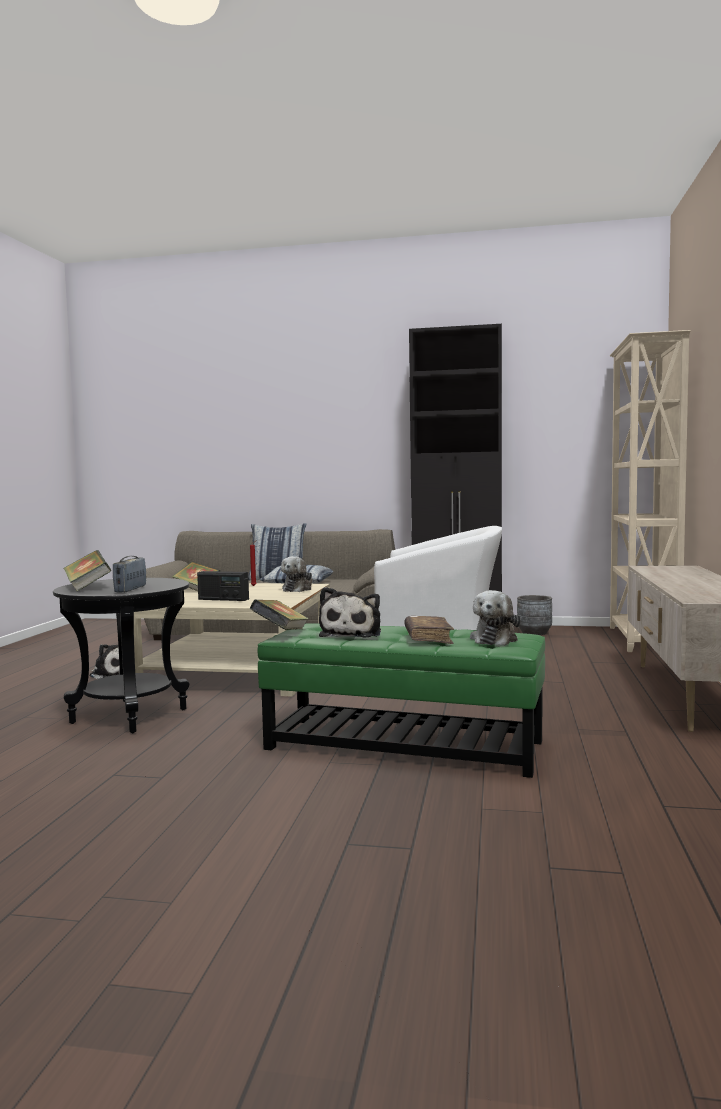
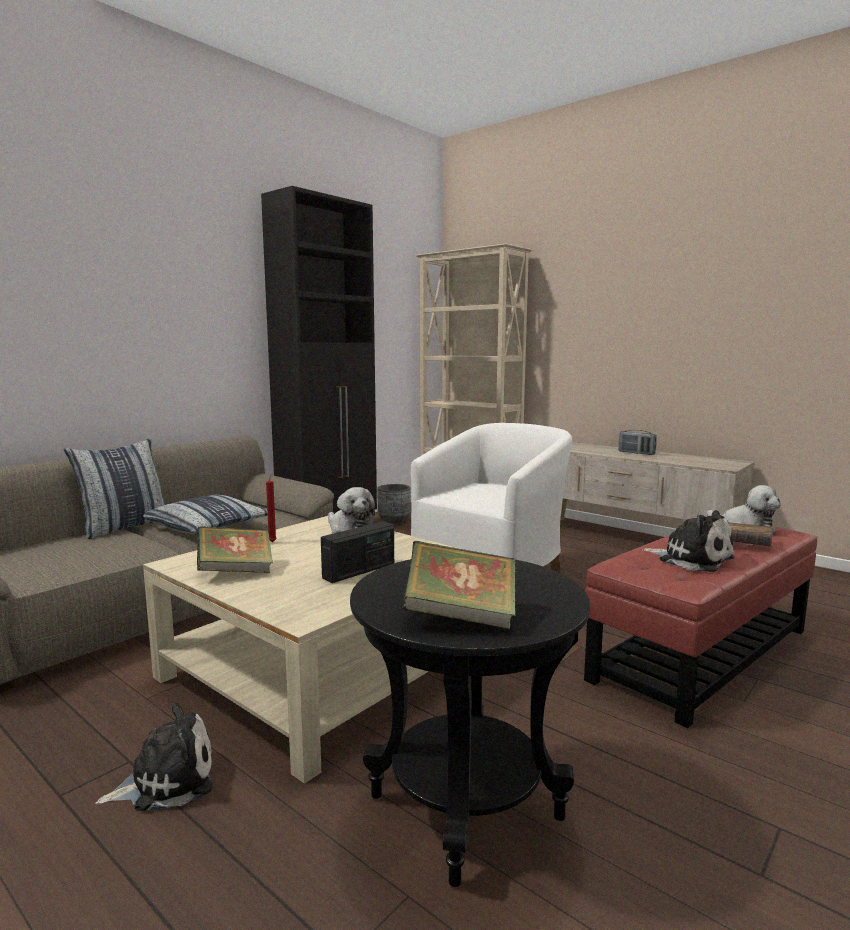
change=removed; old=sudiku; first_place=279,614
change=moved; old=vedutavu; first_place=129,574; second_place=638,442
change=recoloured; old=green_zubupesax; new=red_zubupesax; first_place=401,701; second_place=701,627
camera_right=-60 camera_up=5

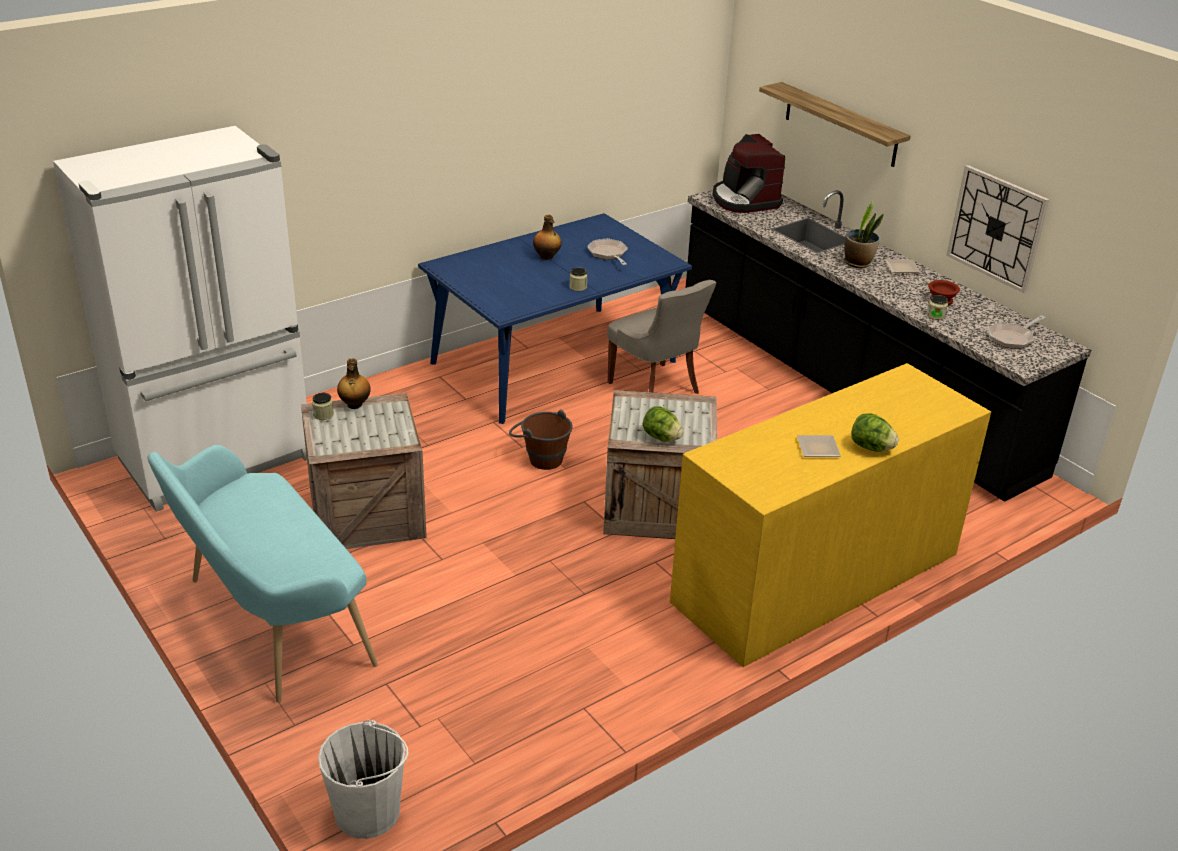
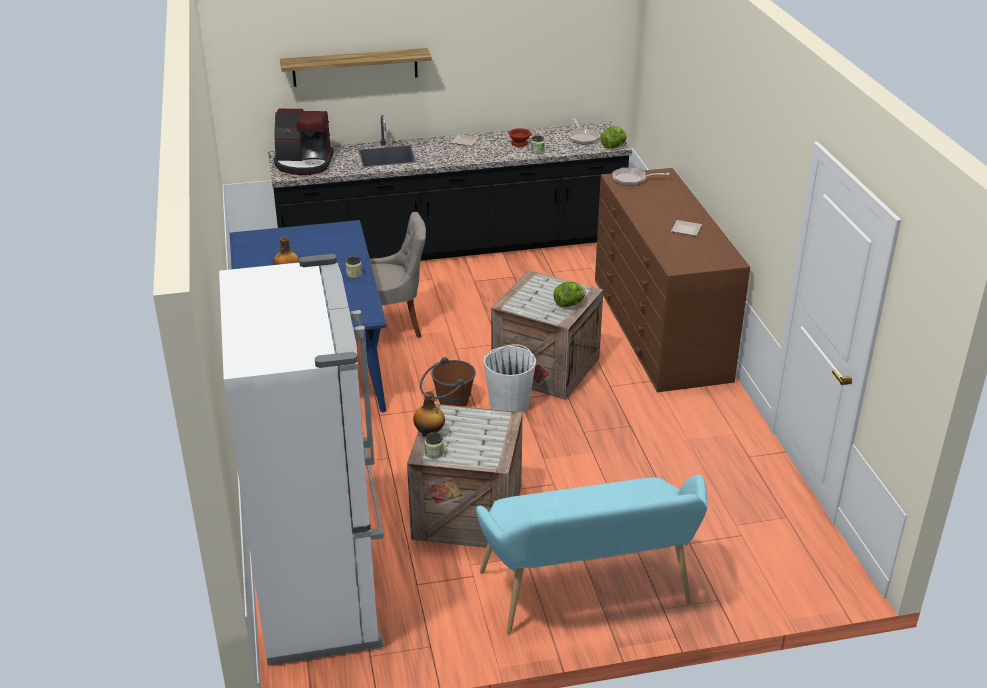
change=removed; old=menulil; first_place=864,234
change=removed; old=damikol; first_place=997,229
change=moved; old=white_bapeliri; first_place=363,779; second_place=510,378
change=moved; old=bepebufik; first_place=607,251; second_place=640,177
change=moved; old=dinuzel; first_place=875,433; second_place=614,137
change=recoloured; old=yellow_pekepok; new=brown_pekepok; first_place=830,515; second_place=672,280
camera_right=-65 camera_up=0

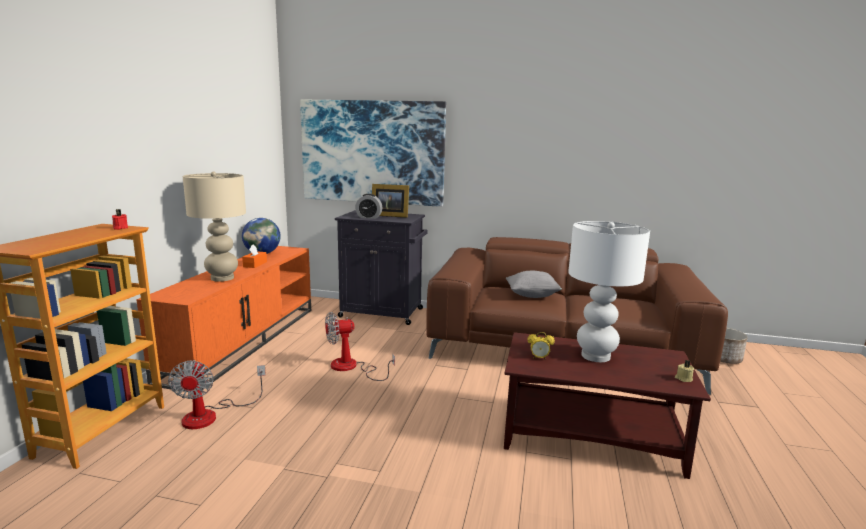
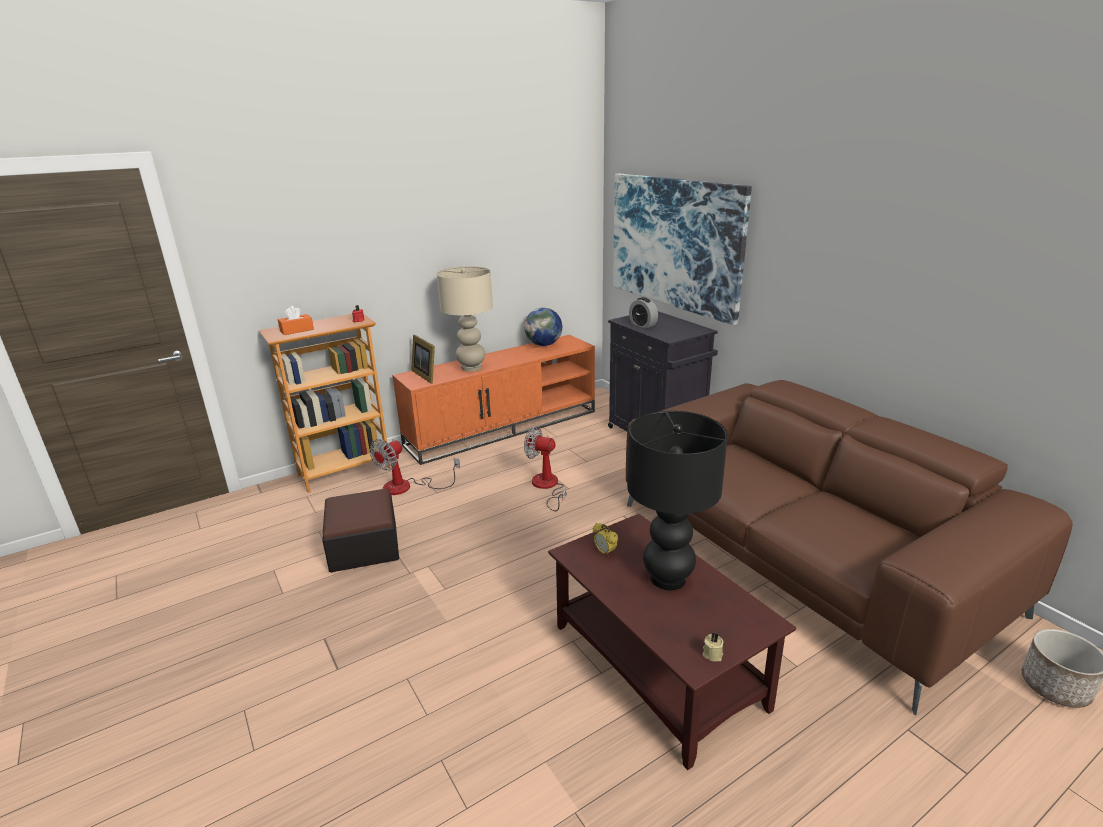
change=removed; old=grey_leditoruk; first_place=534,284
change=added; new=zubupesax; second_place=360,530
change=moved; old=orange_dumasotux; first_place=254,256; second_place=296,320
change=moved; old=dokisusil; first_place=390,201; second_place=423,359
change=recoloured; old=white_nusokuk; new=black_nusokuk; first_place=609,291; second_place=677,500
camera_right=45 camera_up=10

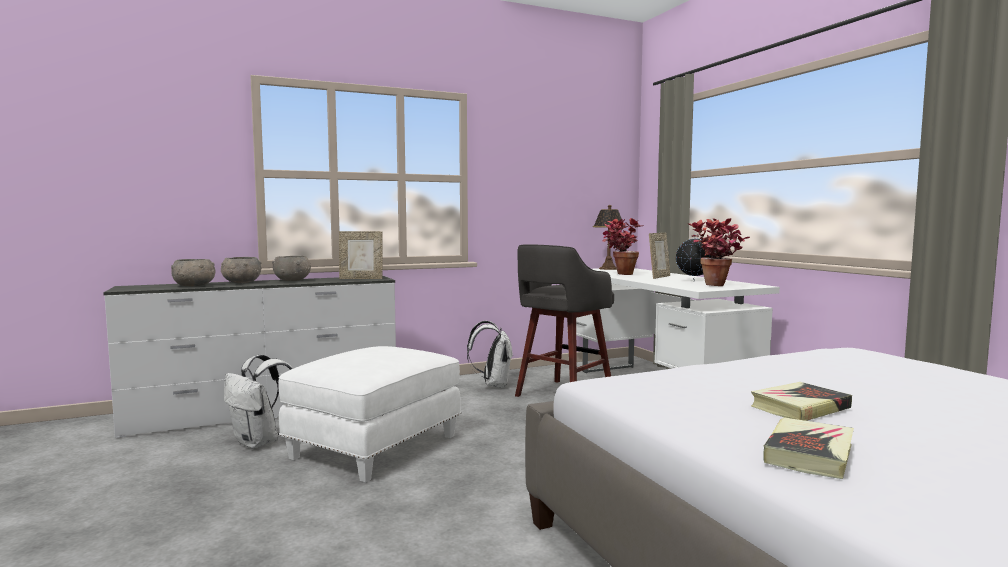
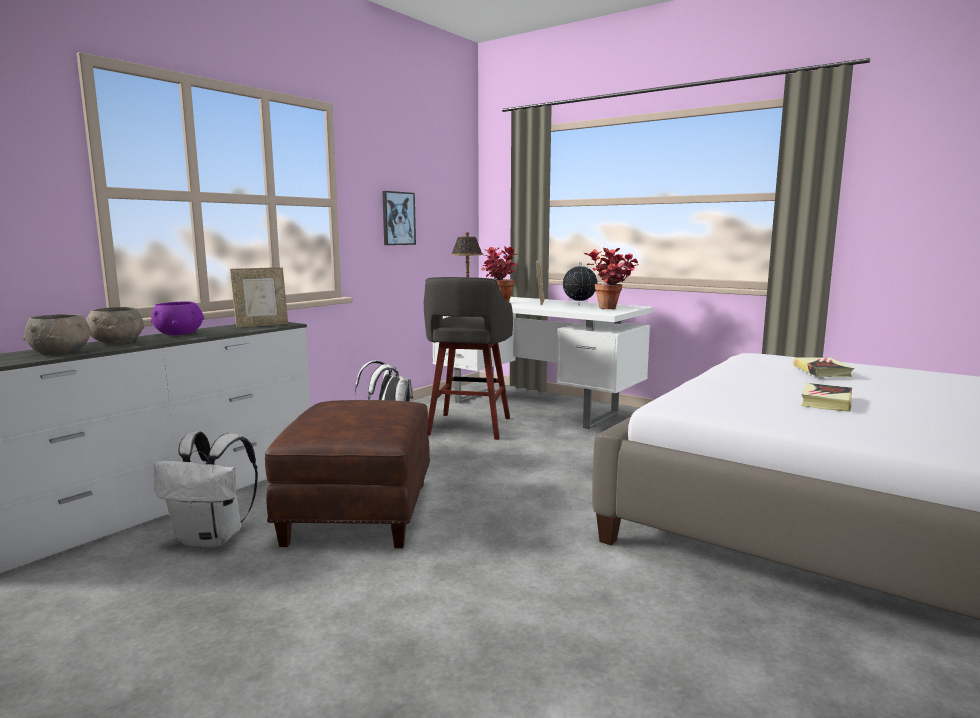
change=added; new=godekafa; second_place=399,218
change=moved; old=sudiku; first_place=808,448; second_place=823,367
change=recoloured; old=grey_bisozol; new=purple_bisozol; first_place=291,268; second_place=177,318
change=recoloured; old=white_zubupesax; new=brown_zubupesax; first_place=369,414; second_place=347,474
camera_right=-30 camera_up=5

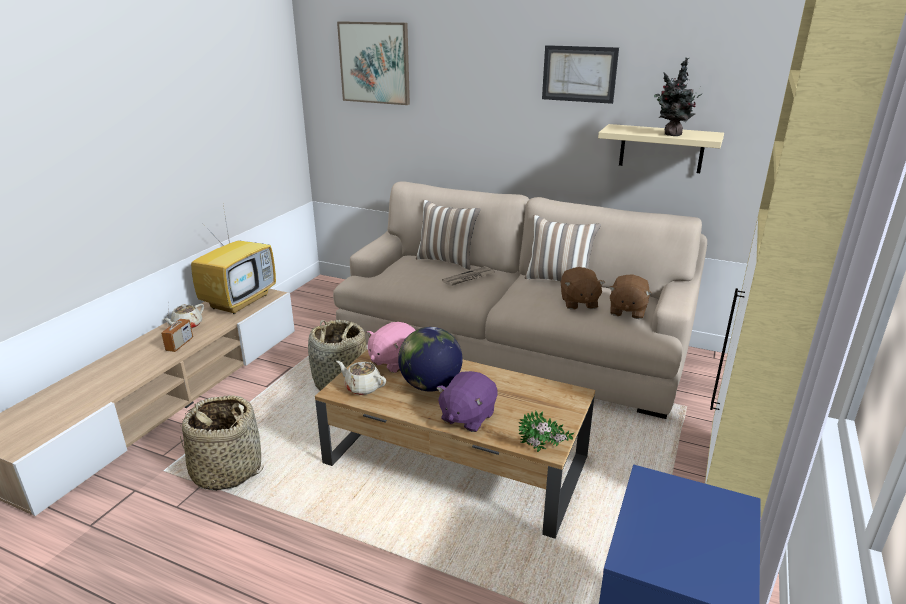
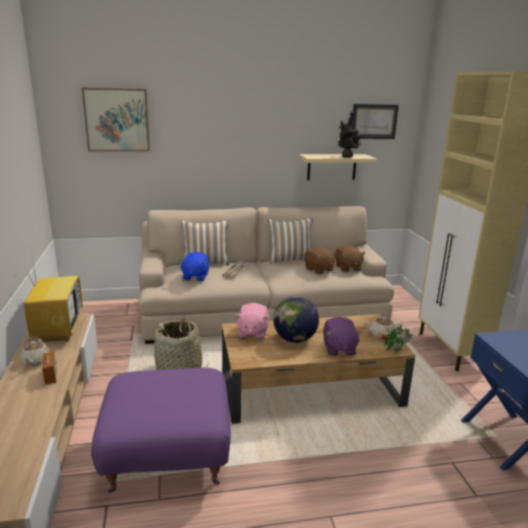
change=added; new=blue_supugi; second_place=194,266
change=moved; old=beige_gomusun; first_place=361,378; second_place=382,328
change=moved; old=godekafa; first_place=580,74; second_place=375,121
change=replaced; old=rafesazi; new=purple_zubupesax; first_place=222,443; second_place=161,430
camera_right=-35 camera_up=-5

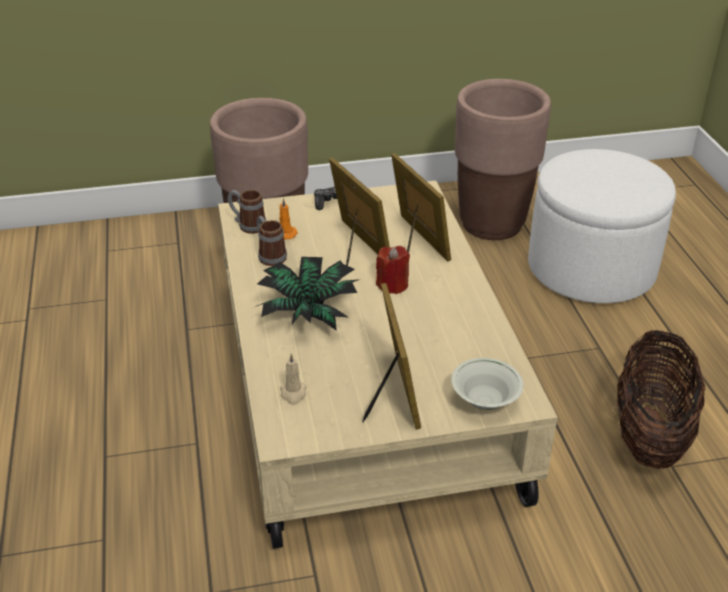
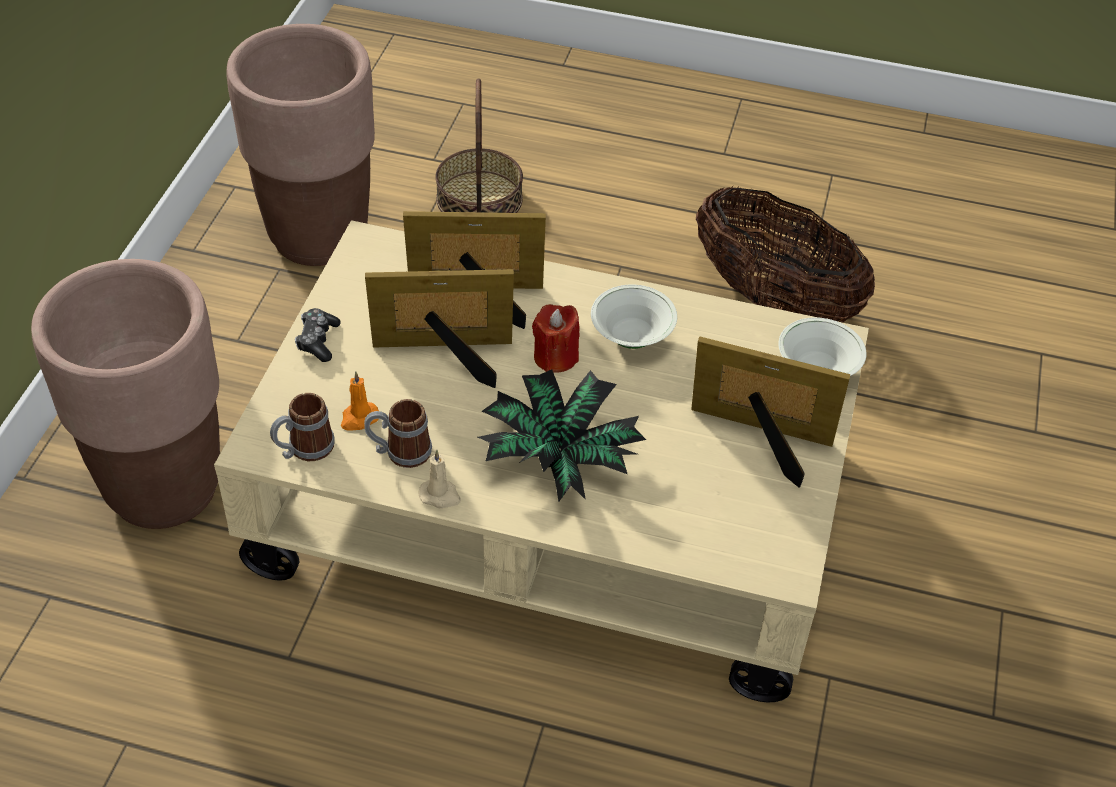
change=added; new=white_bisozol; second_place=634,316
change=moved; old=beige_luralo; first_place=293,379; second_place=439,479
change=replaced; old=white_zubupesax; new=rafesazi; first_place=602,226; second_place=479,145
camera_right=-65 camera_up=10

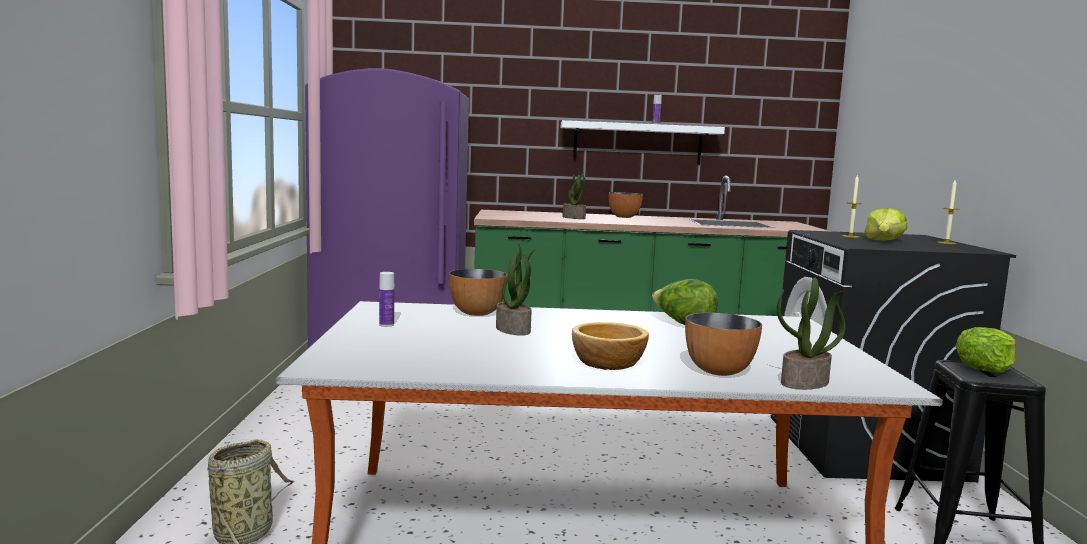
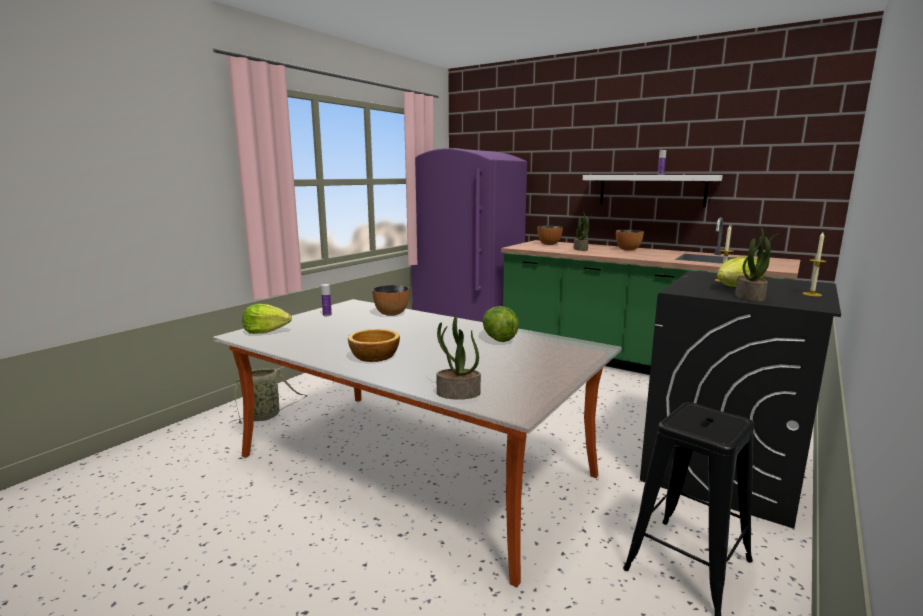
change=moved; old=menulil; first_place=516,289; second_place=756,265
change=moved; old=bisozol; first_place=723,344; second_place=550,235
change=moved; old=dinuzel; first_place=986,349; second_place=267,319
camera_right=35 camera_up=5

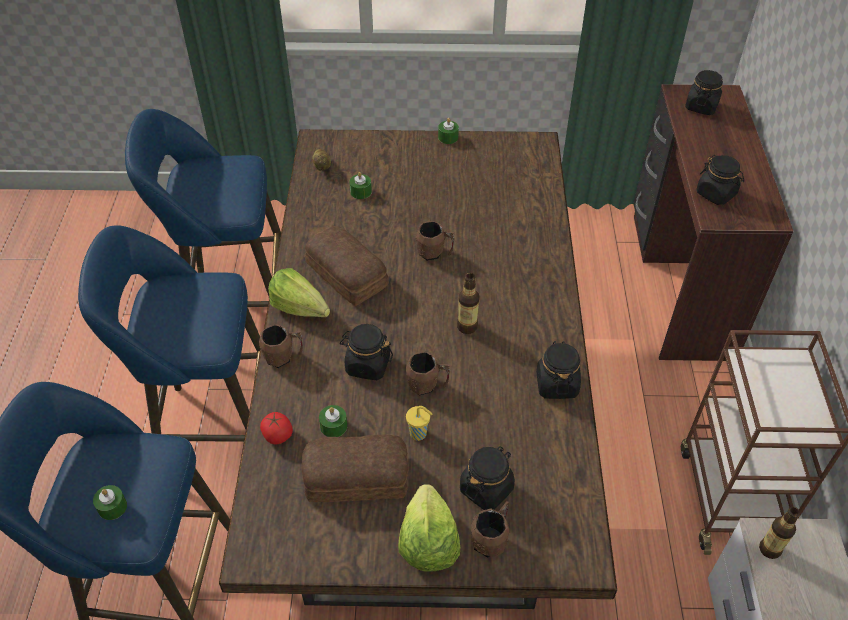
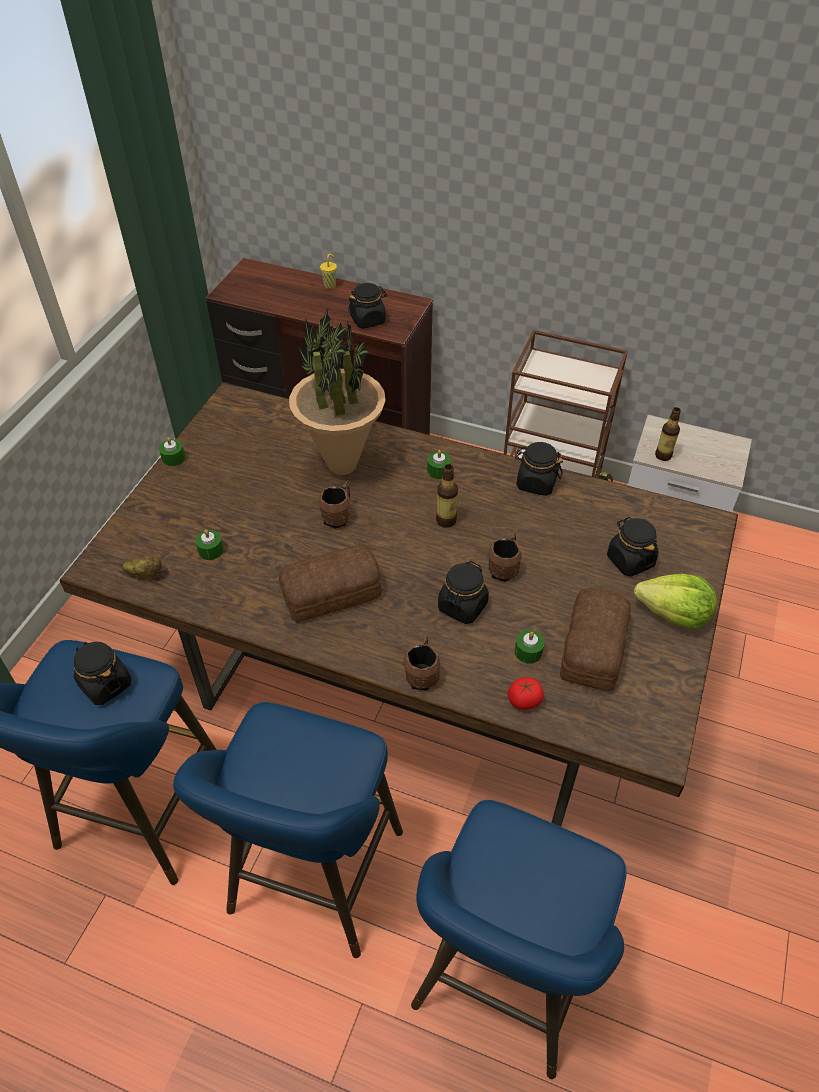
change=removed; old=dinuzel; first_place=299,292
change=removed; old=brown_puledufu; first_place=490,529
change=added; new=menulil; second_place=337,390
change=moved; old=green_luralo; first_place=110,502; second_place=439,464
change=moved; old=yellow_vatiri; first_place=419,423; second_place=328,271
change=moved; old=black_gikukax; first_place=704,92; second_place=102,673
camera_right=-70 camera_up=0

